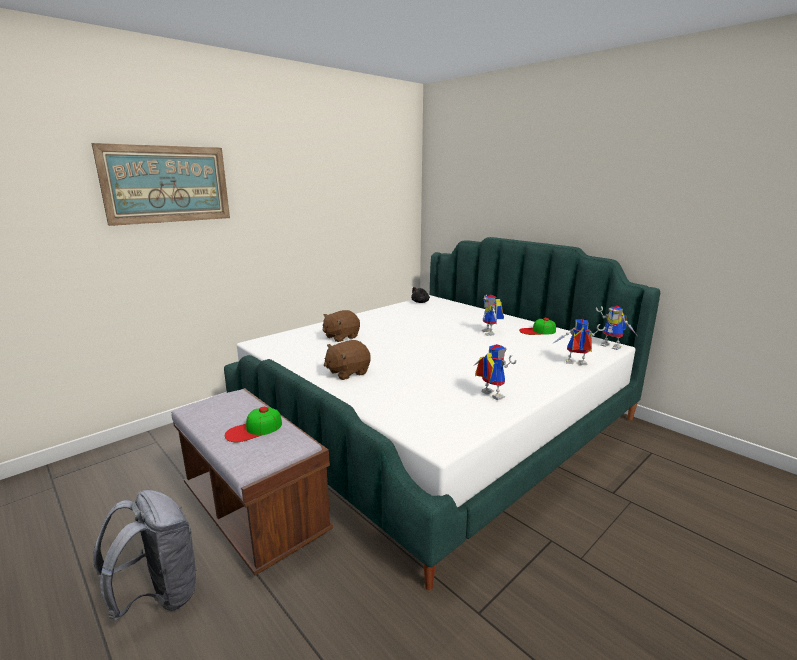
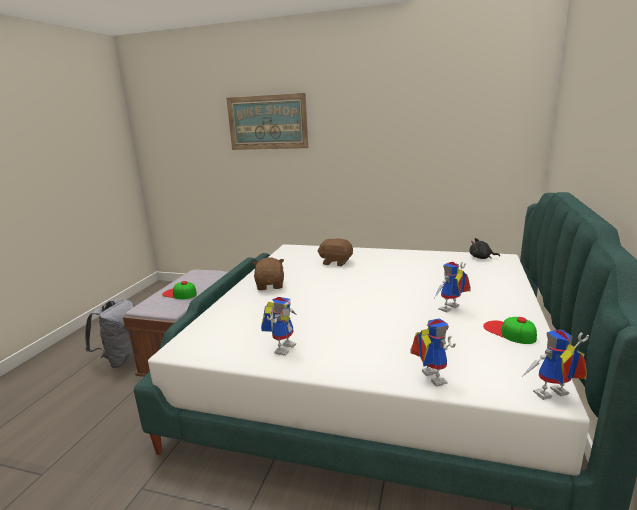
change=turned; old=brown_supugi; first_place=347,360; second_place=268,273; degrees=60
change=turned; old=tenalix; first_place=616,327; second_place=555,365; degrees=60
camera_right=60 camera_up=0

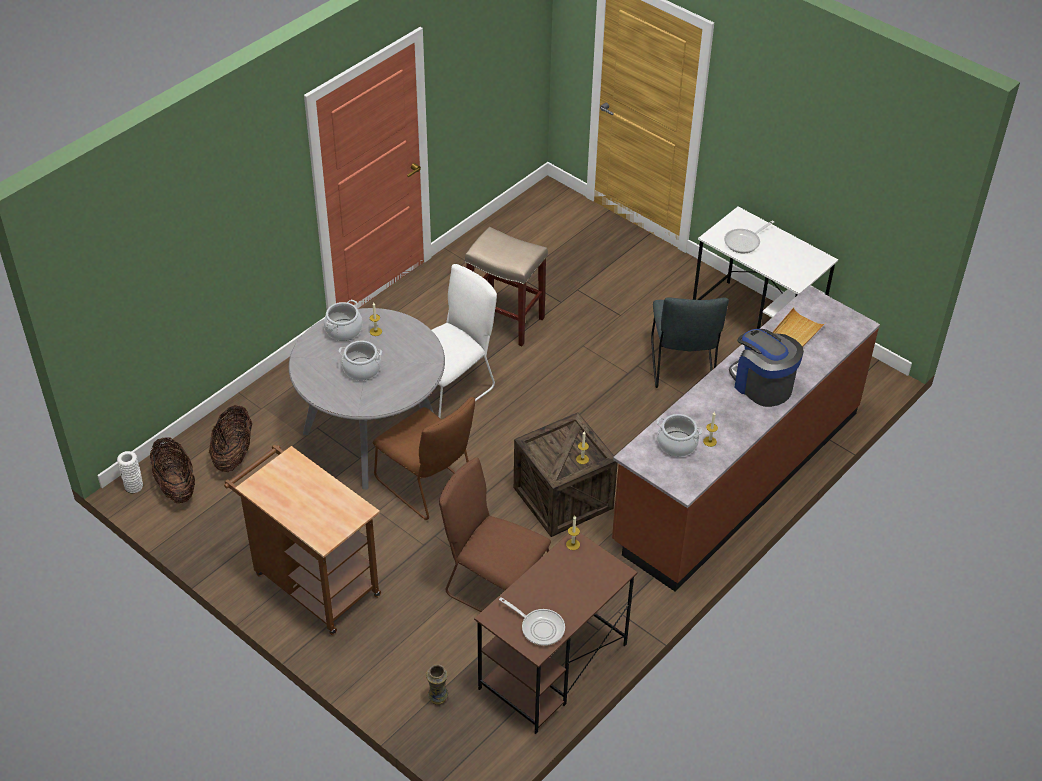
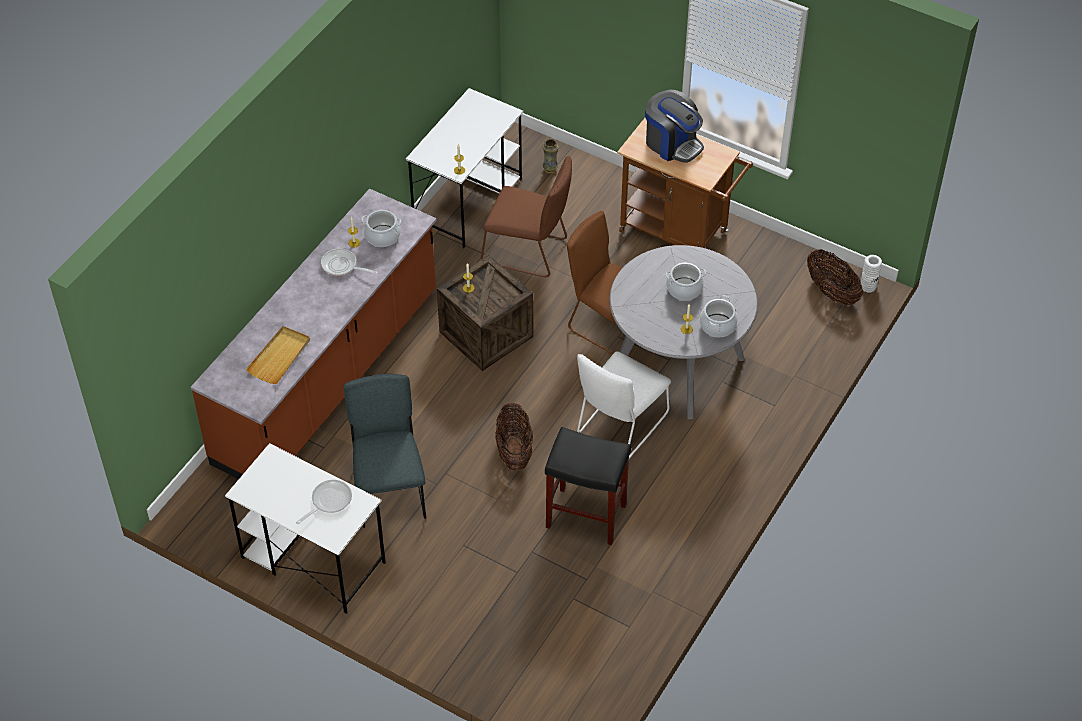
change=moved; old=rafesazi; first_place=230,438; second_place=514,437
change=moved; old=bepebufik; first_place=532,621; second_place=349,262
change=moved; old=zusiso; first_place=766,368; second_place=674,126
change=recoloured; old=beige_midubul; new=black_midubul; first_place=506,286; second_place=588,486
change=recoloured; old=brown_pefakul; new=white_pefakul; first_place=555,633; second_place=464,168
camera_right=170 camera_up=5

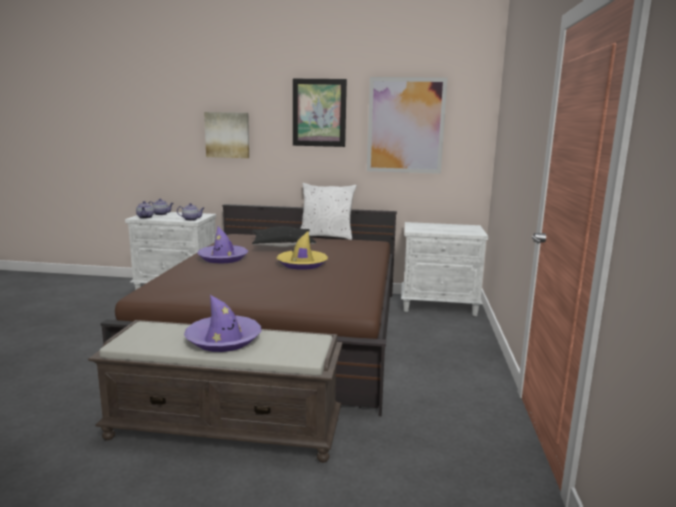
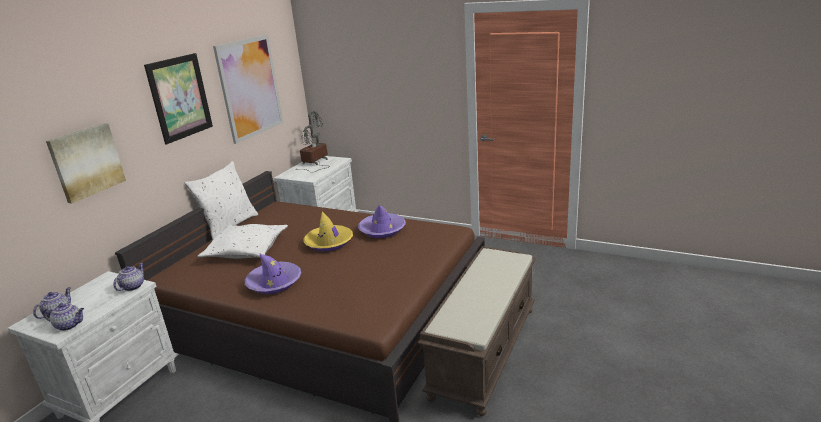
change=added; new=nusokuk; second_place=313,142
change=moved; old=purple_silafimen; first_place=222,323; second_place=382,221
change=recoloured; old=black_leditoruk; new=white_leditoruk; first_place=284,236; second_place=243,241
camera_right=-70 camera_up=10

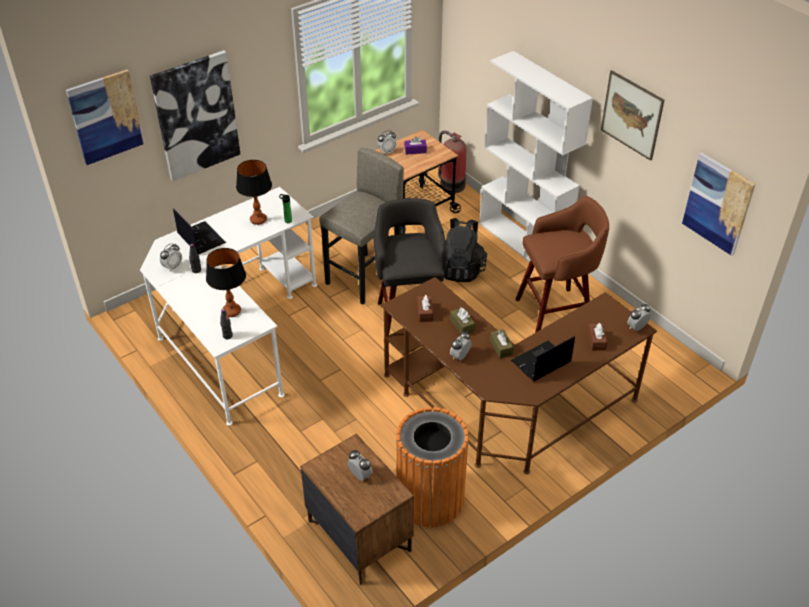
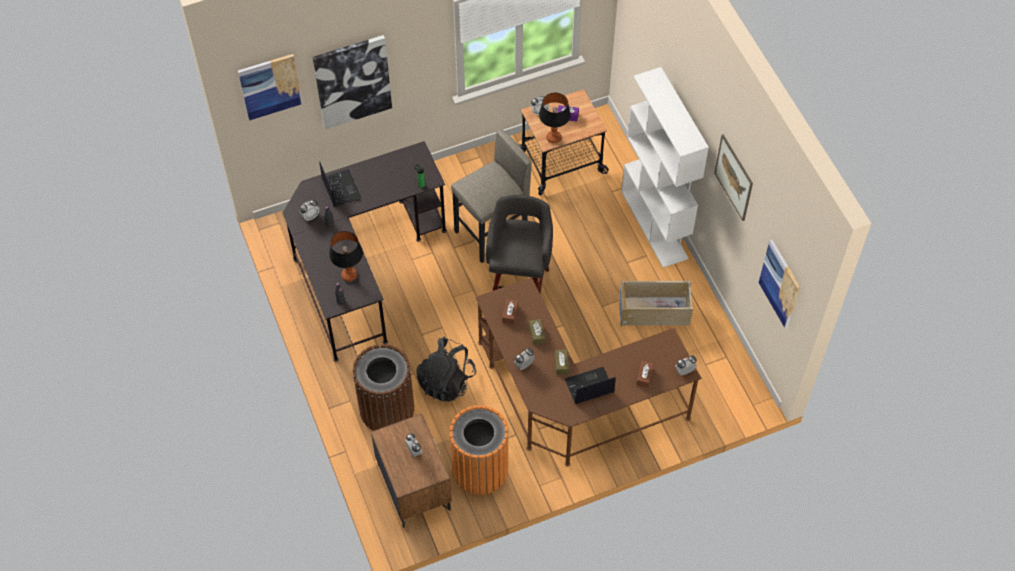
change=removed; old=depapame; first_place=452,161
change=added; new=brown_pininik; second_place=383,387
change=moved; old=nusokuk; first_place=254,192; second_place=555,118
change=moved; old=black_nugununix; first_place=466,250; second_place=446,369
change=replaced; old=brown_midubul; new=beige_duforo; first_place=562,264; second_place=656,303
change=recoloured; old=white_pefakul; new=black_pefakul; first_place=228,306; second_place=364,251
camera_right=15 camera_up=15

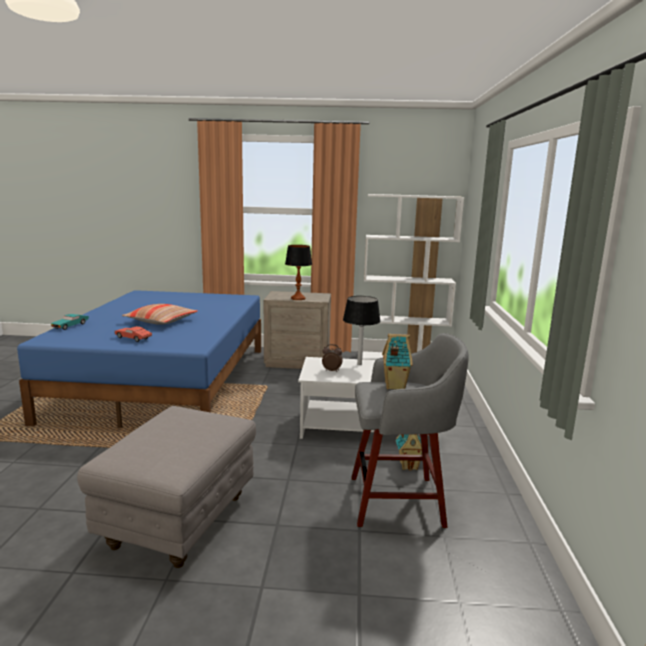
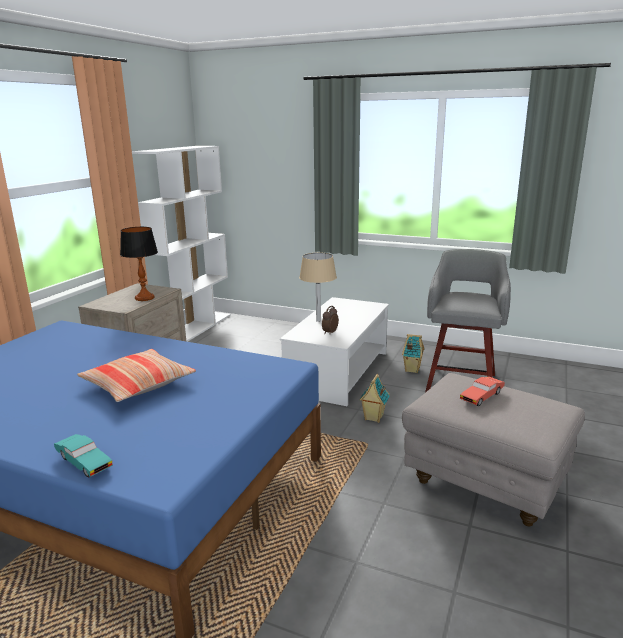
change=moved; old=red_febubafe; first_place=133,334; second_place=482,391
change=moved; old=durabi; first_place=397,361; second_place=374,398
change=recoloured; old=black_nusokuk; new=beige_nusokuk; first_place=362,330; second_place=318,287
camera_right=-70 camera_up=5

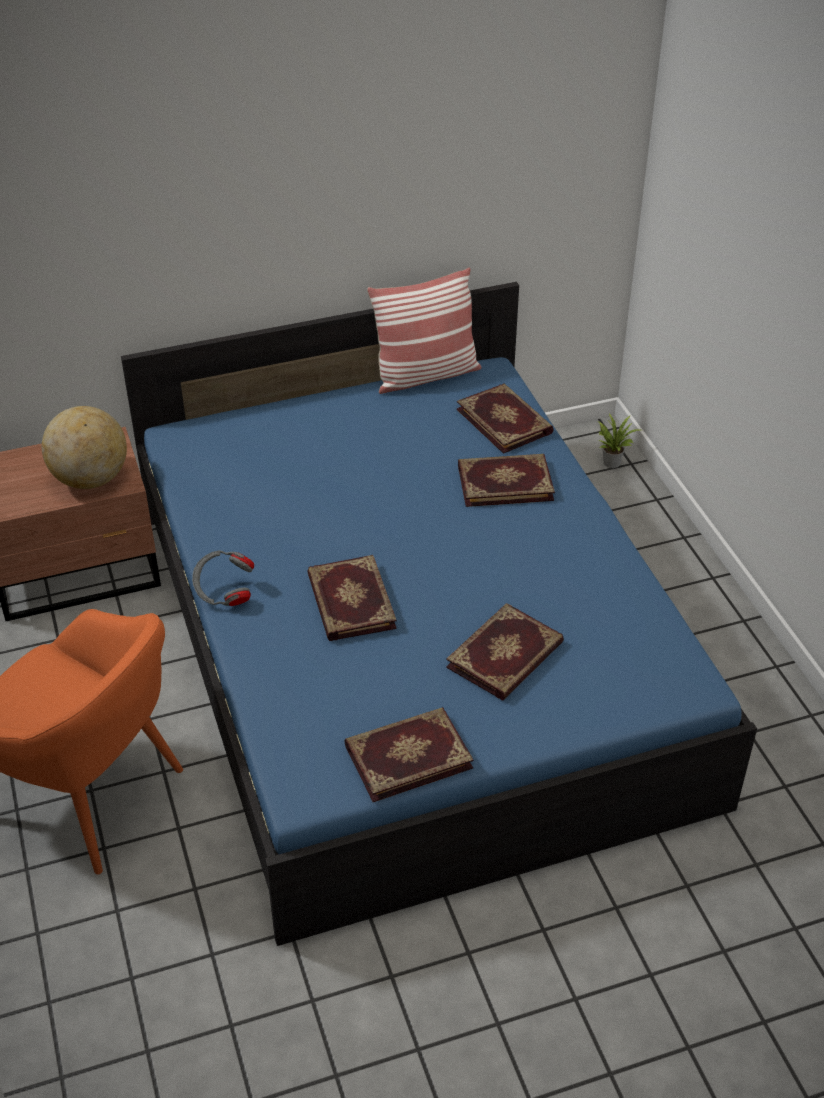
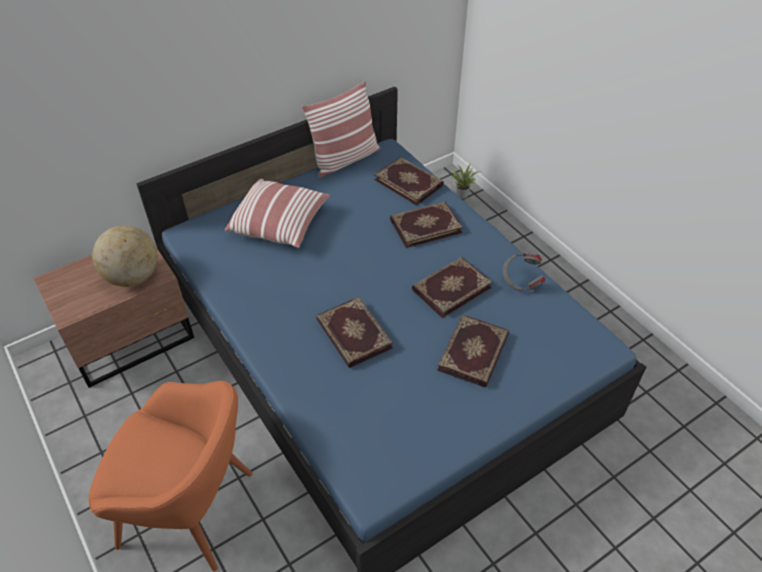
change=added; new=leditoruk; second_place=278,213
change=moved; old=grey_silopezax; first_place=223,578; second_place=524,272
change=moved; old=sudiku; first_place=409,754; second_place=452,287
camera_right=-15 camera_up=5

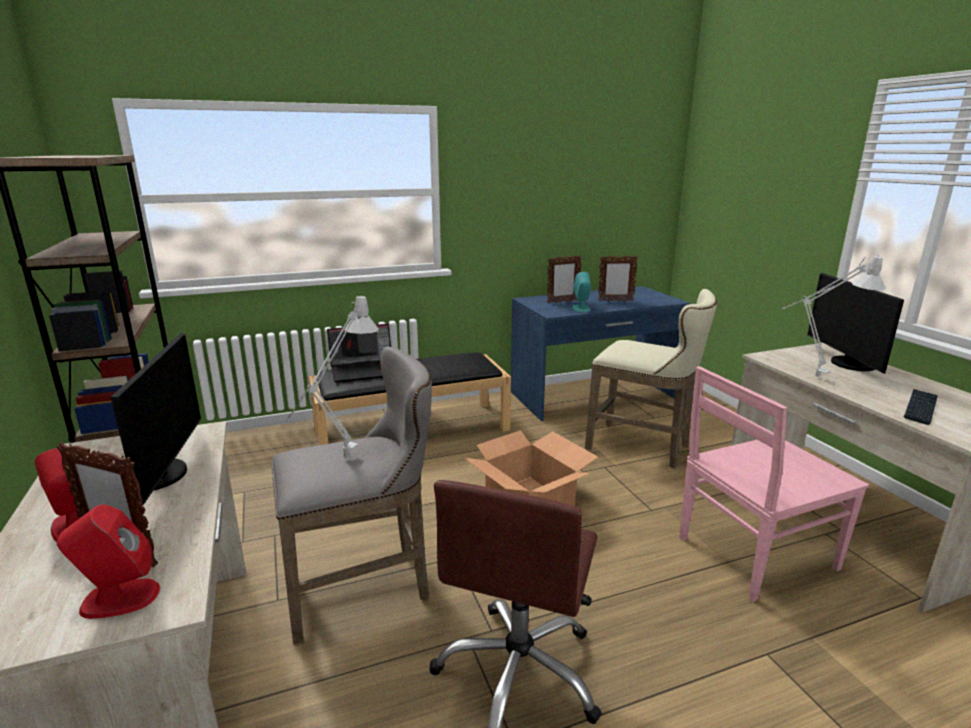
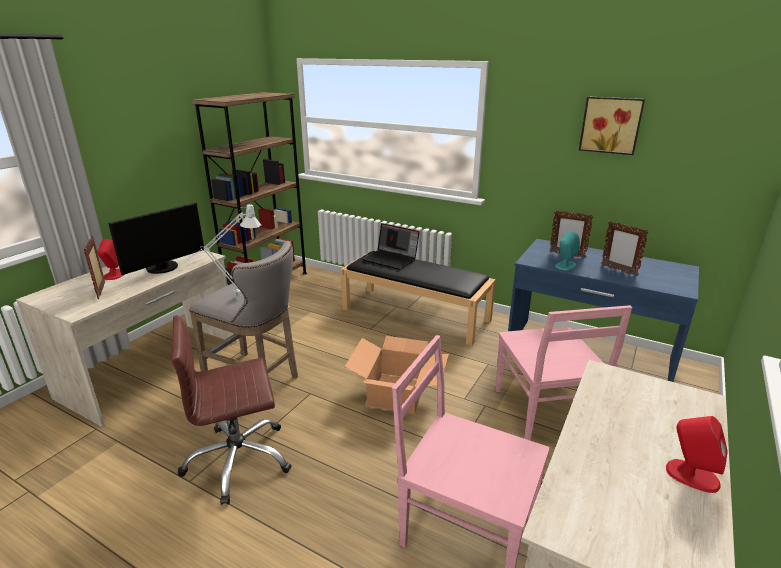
change=removed; old=grey_nusokuk; first_place=834,316
change=removed; old=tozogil; first_place=856,323
change=removed; old=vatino; first_place=921,407
change=added; new=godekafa; second_place=612,126
change=moved; old=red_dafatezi; first_place=108,562; second_place=697,454
change=replaced; old=beige_midubul; new=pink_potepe; first_place=651,379; second_place=563,372
camera_right=50 camera_up=5

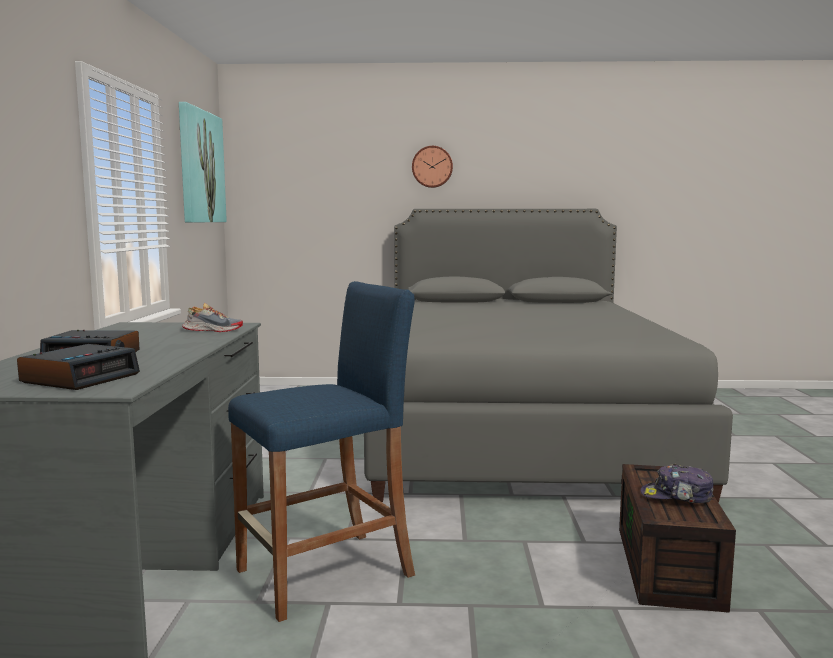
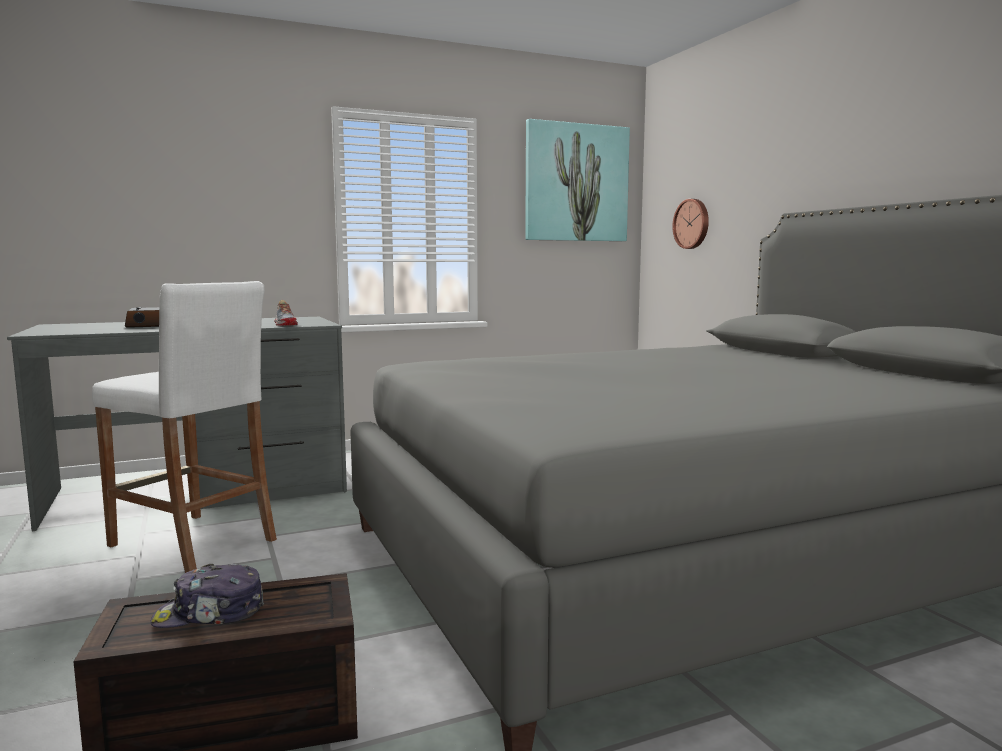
change=removed; old=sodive; first_place=78,367
change=moved; old=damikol; first_place=432,167; second_place=690,224
change=recoloured; old=blue_midubul; new=white_midubul; first_place=321,451; second_place=184,427
change=turned; old=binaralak; first_place=677,483; second_place=207,596; degrees=-90
camera_right=65 camera_up=0

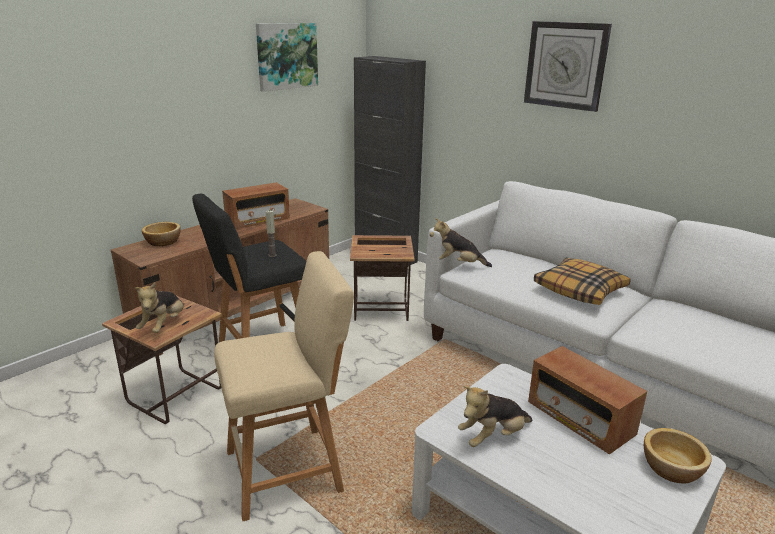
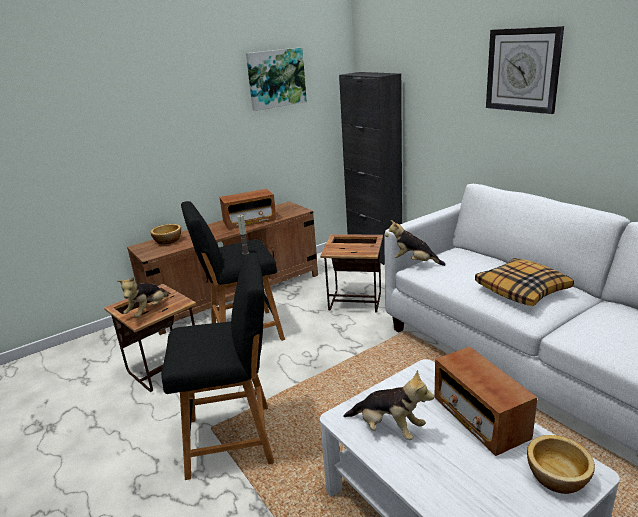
change=recoloured; old=beige_midubul; new=black_midubul; first_place=284,386; second_place=217,366
change=turned; old=supugi; first_place=495,416; second_place=388,405; degrees=-135
camera_right=15 camera_up=0

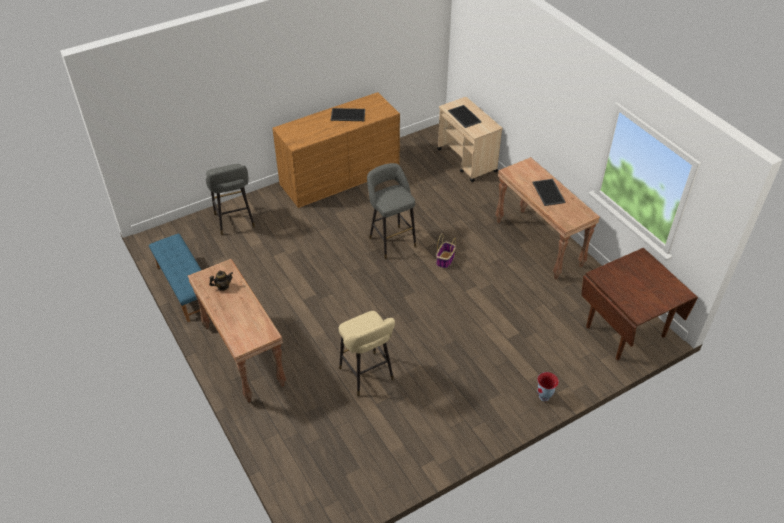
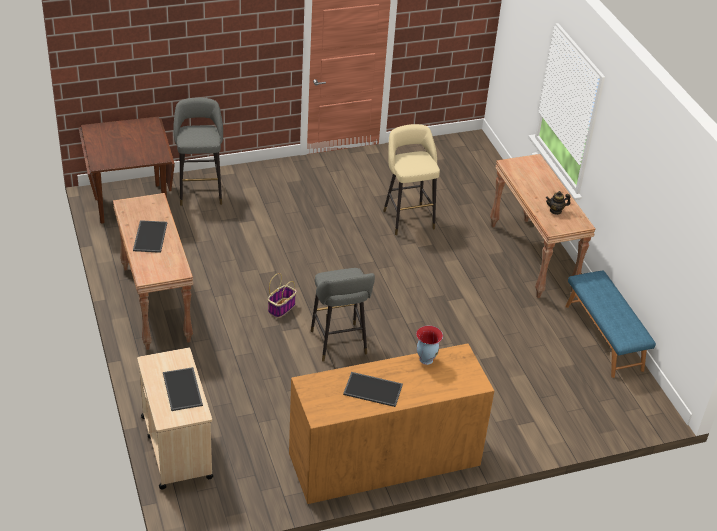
change=moved; old=grey_midubul; first_place=230,199; second_place=198,151
change=moved; old=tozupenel; first_place=548,386; second_place=429,345
camera_right=-170 camera_up=-5

